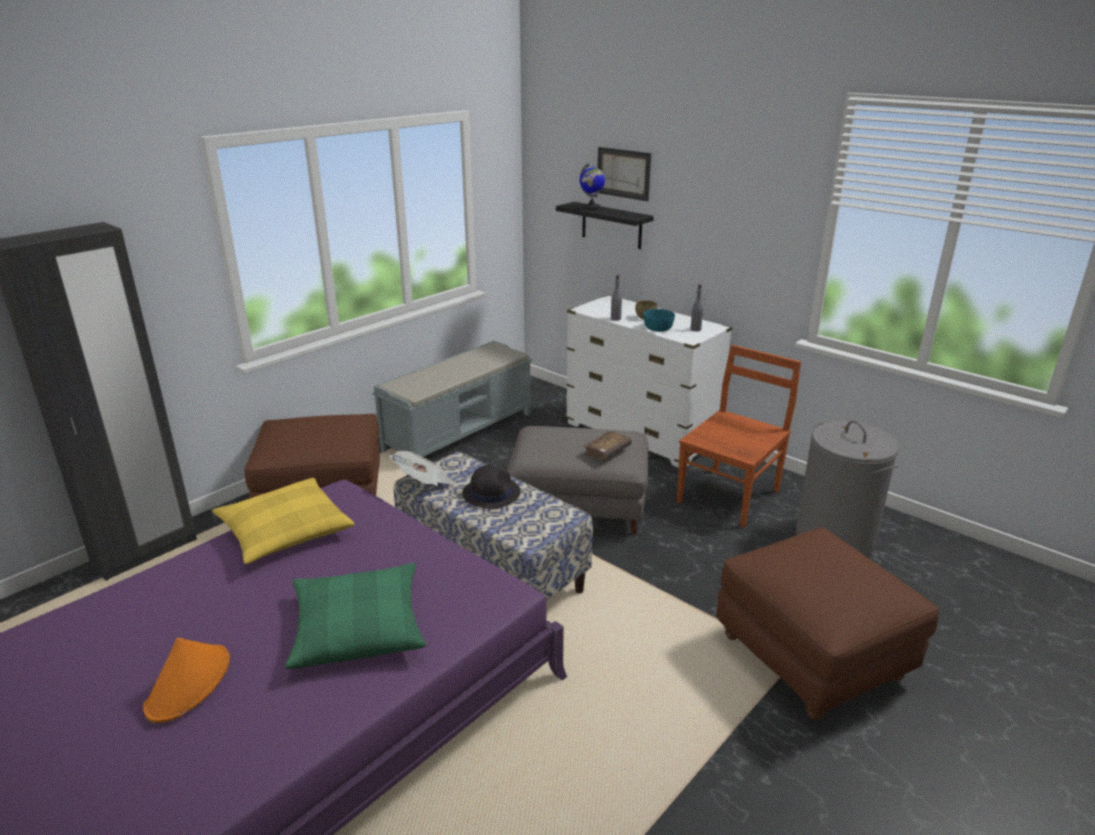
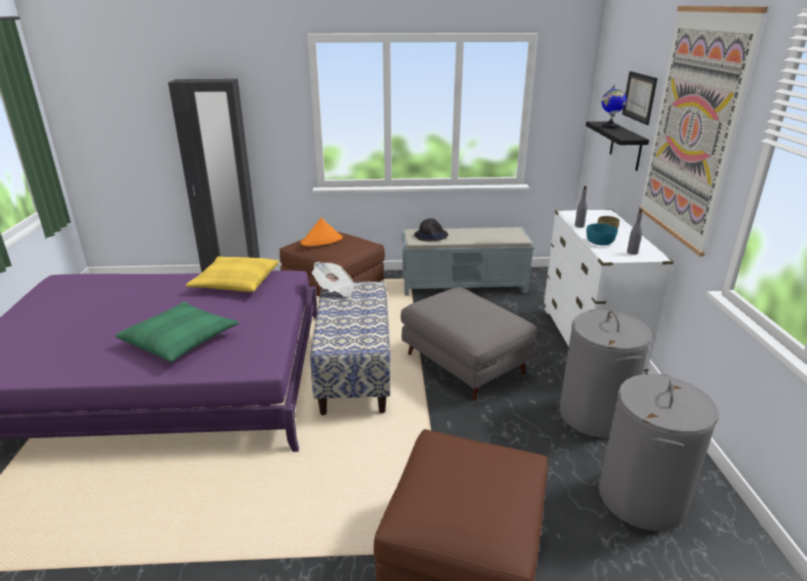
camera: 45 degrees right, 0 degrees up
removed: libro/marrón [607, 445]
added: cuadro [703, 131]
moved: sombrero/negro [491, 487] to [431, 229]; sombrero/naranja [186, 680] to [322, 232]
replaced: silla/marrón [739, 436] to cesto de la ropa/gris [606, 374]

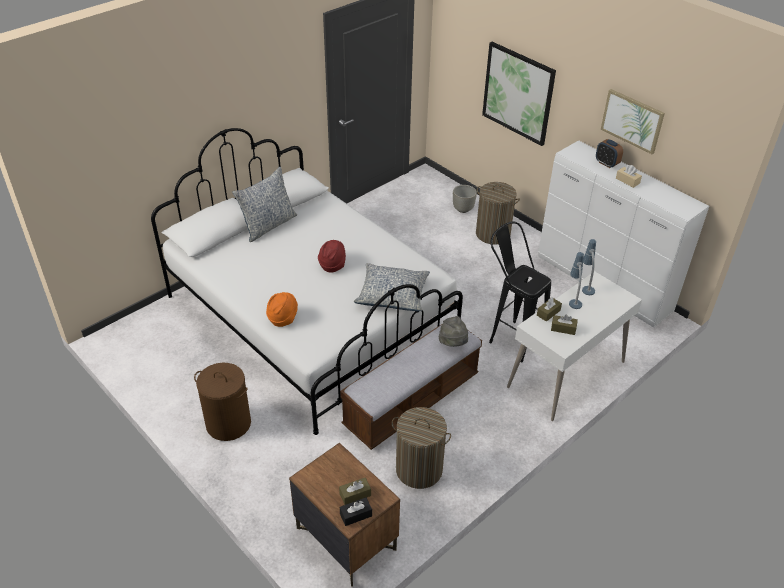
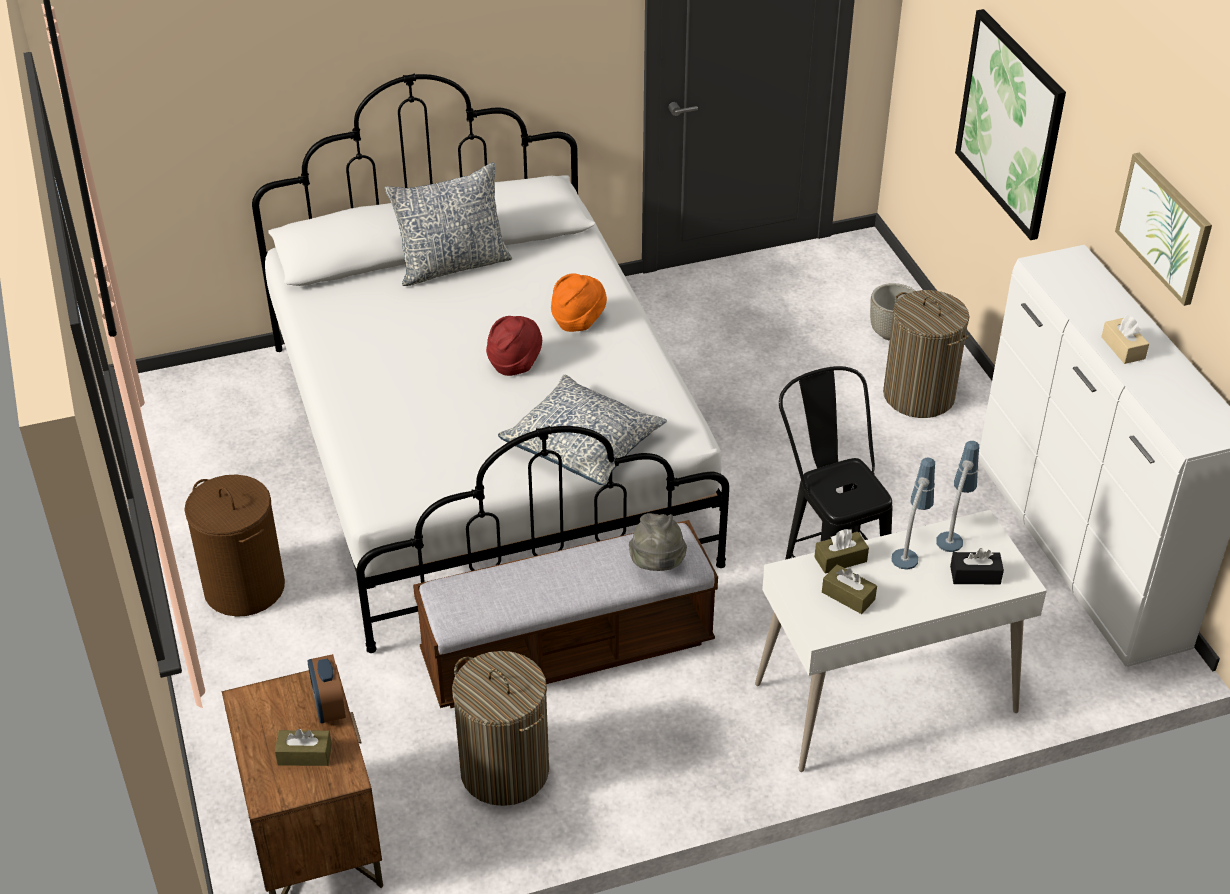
camera: 25 degrees right, 0 degrees up
moved: despertador [609, 153] to [327, 688]; sombrero/naranja [282, 309] to [579, 302]; caja de pañuelos/negro [356, 511] to [977, 566]

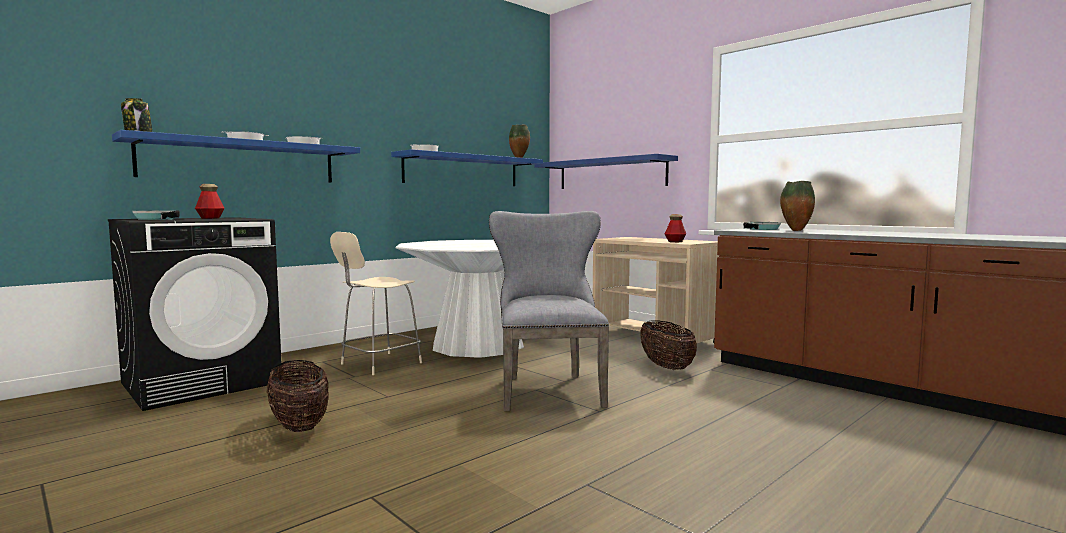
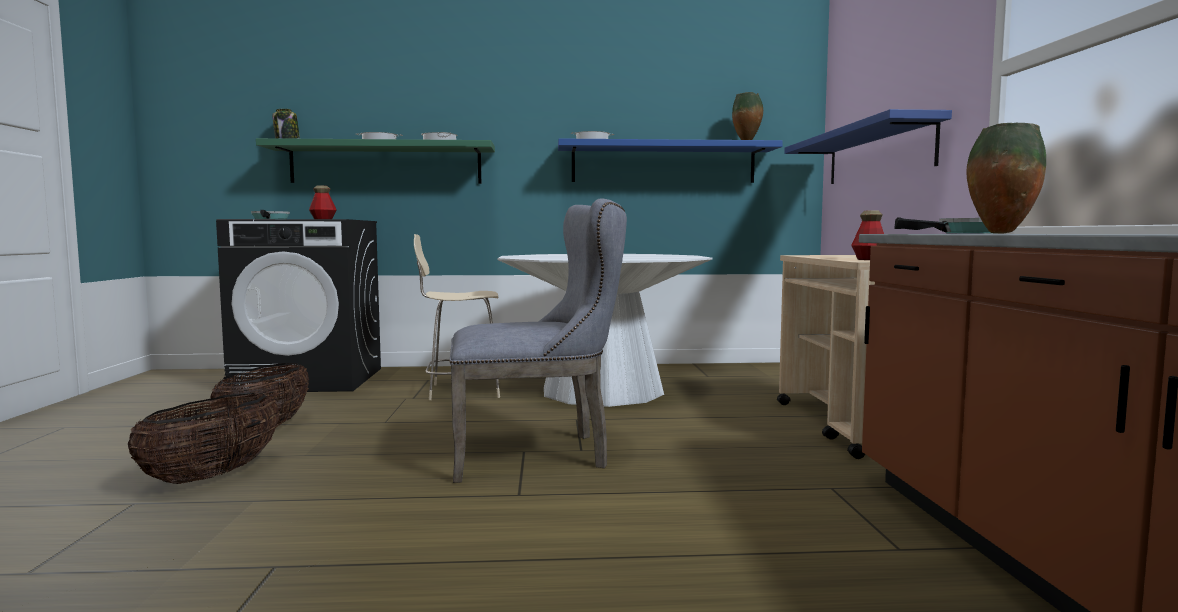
camera: 40 degrees right, 0 degrees up
moved: cesta [668, 345] to [204, 438]
recoloured: estante/azul [236, 156] to estante/verde [375, 161]
turned: silla/gris [549, 311] = [538, 341] 45 degrees clockwise

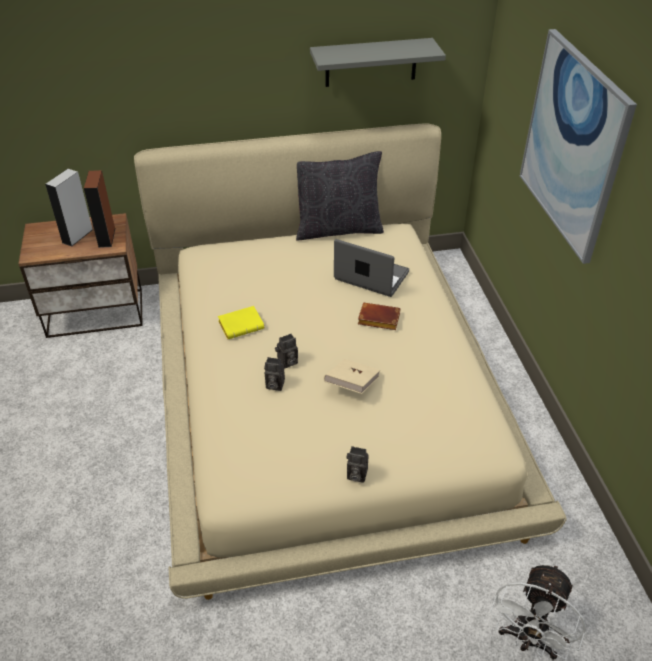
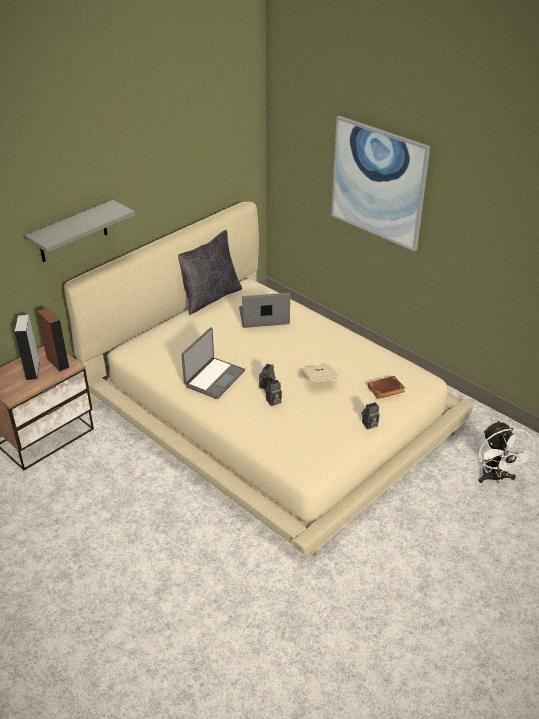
camera: 35 degrees left, 5 degrees down
moved: estante/gris [378, 62] to [80, 231]; libro/marrón [379, 316] to [386, 387]
replaced: libro/amarillo [241, 322] to portátil [213, 363]

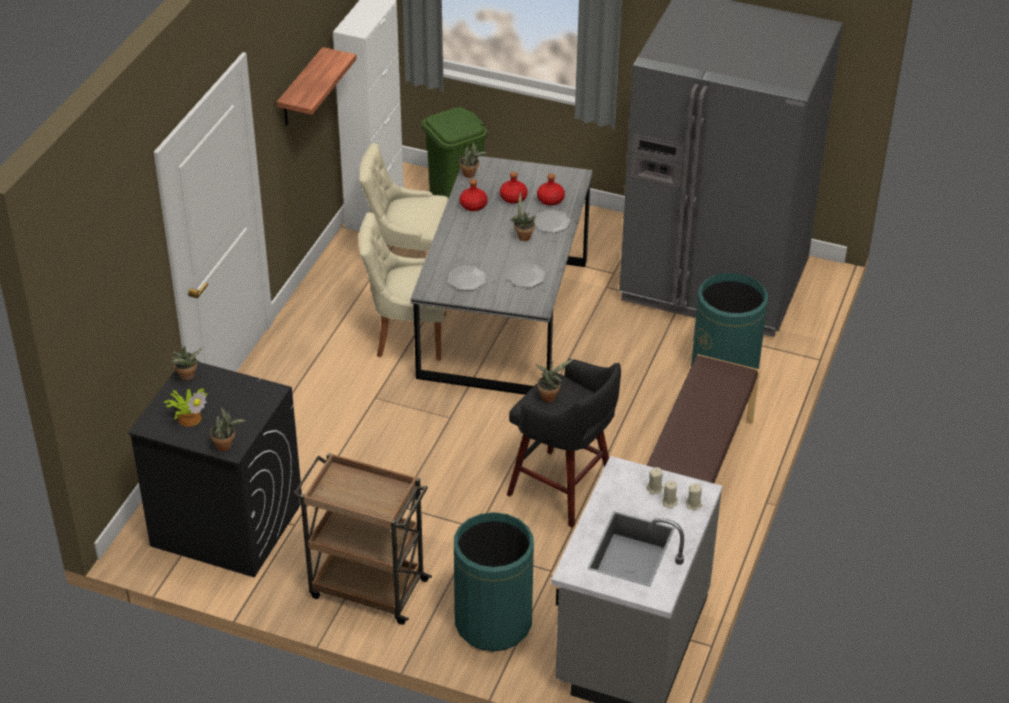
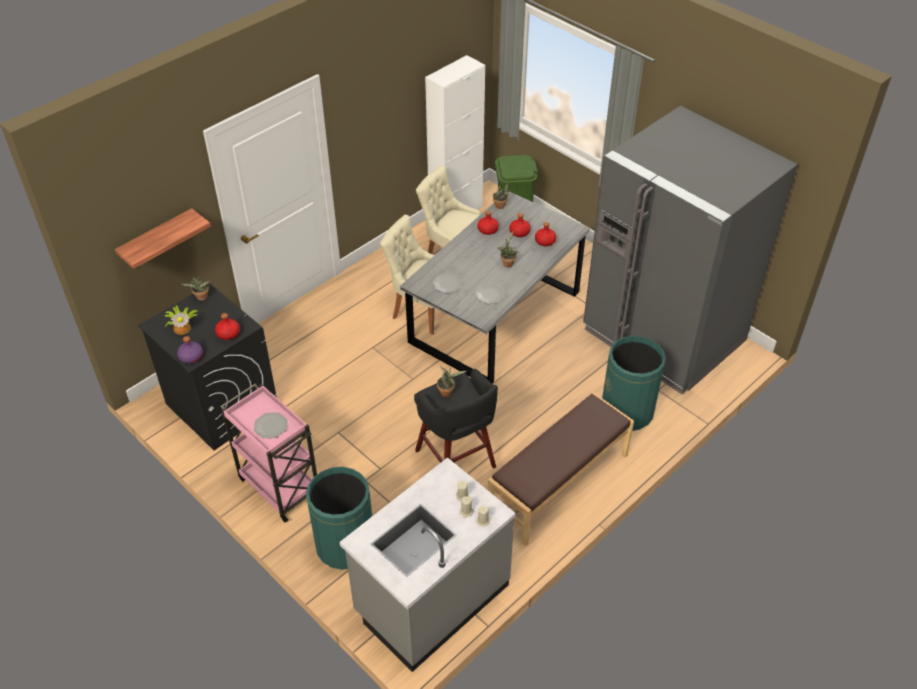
camera: 25 degrees right, 5 degrees up
added: botella/rojo [227, 326]
moved: estante [317, 86] to [163, 238]; plato [552, 221] to [271, 425]
replaced: planta en maceta [228, 429] to botella/morado [190, 350]
recoloured: carrito/marrón [363, 538] to carrito/rosa [268, 453]

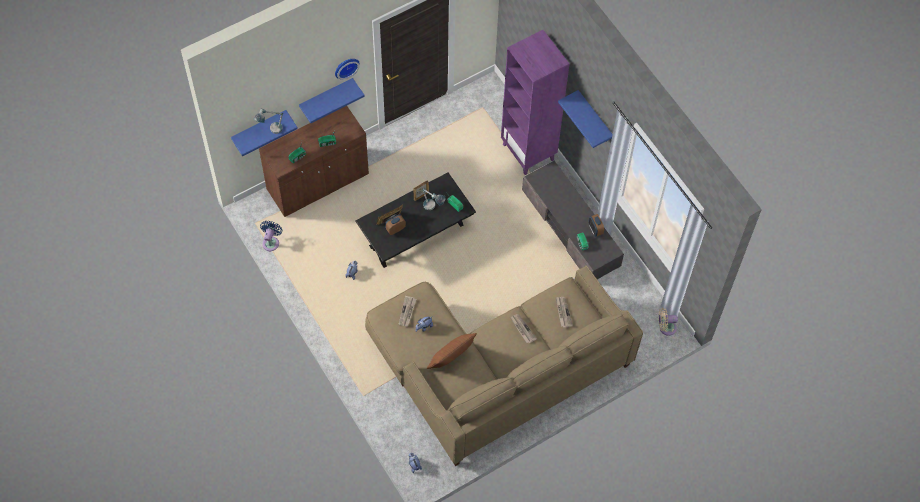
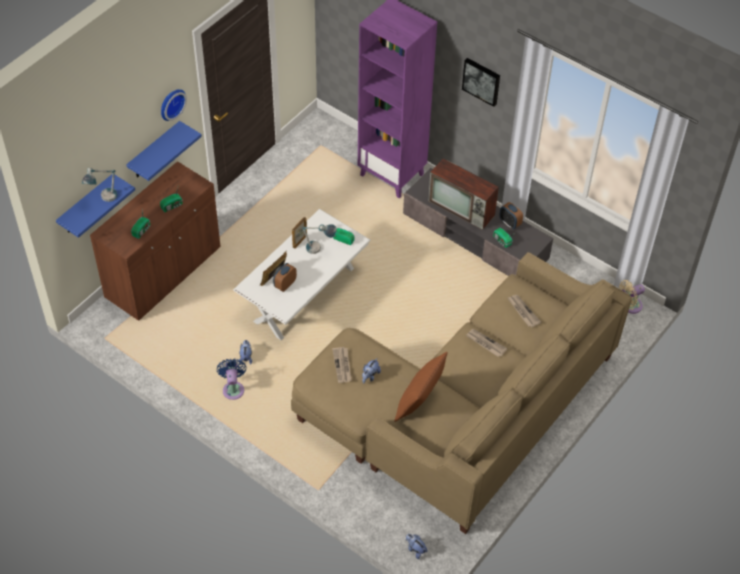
camera: 20 degrees left, 10 degrees down
added: televisor [463, 194]
moved: ventilador/azul [271, 236] to [231, 379]
replaced: estante/azul [585, 119] to cuadro [481, 82]
recoloured: mesa de centro/negro [415, 220] to mesa de centro/blanco [302, 274]

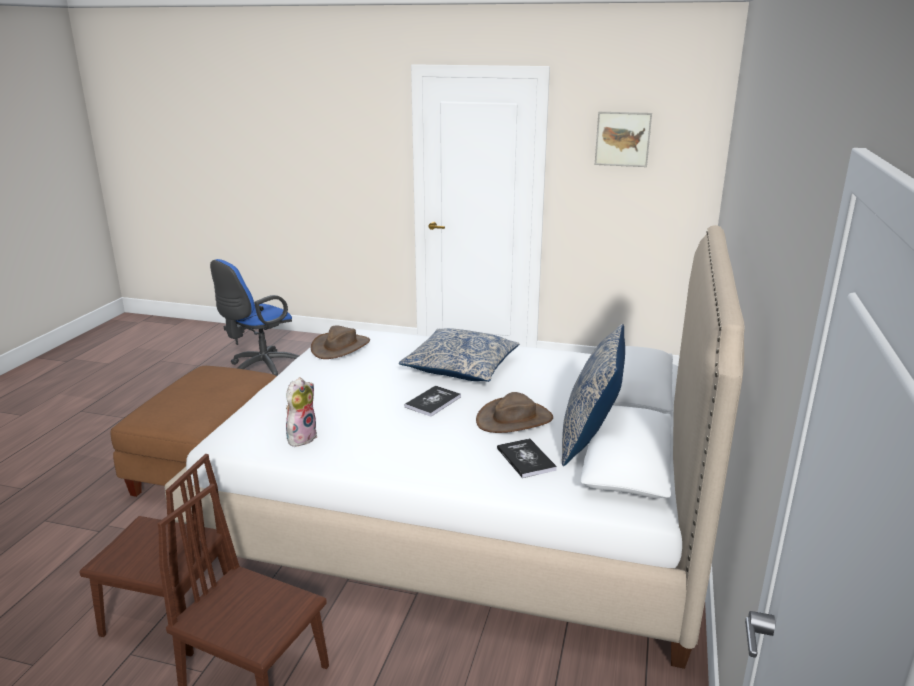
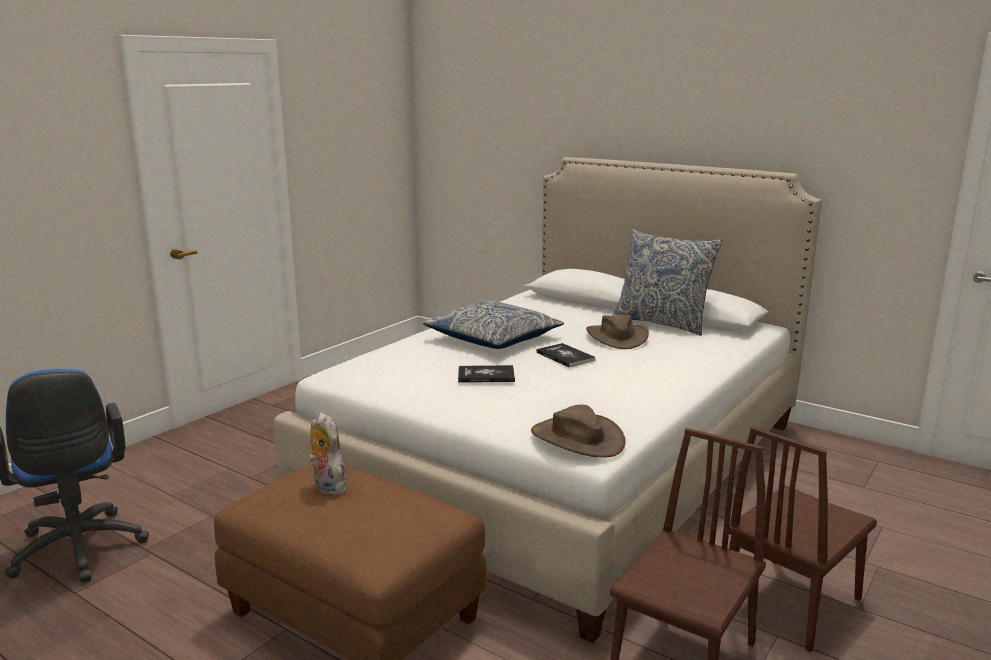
camera: 70 degrees left, 5 degrees down
removed: cuadro [623, 139]
moved: sombrero/marrón [340, 342] to [578, 431]; peluche [301, 412] to [328, 454]; libro [527, 458] to [486, 374]

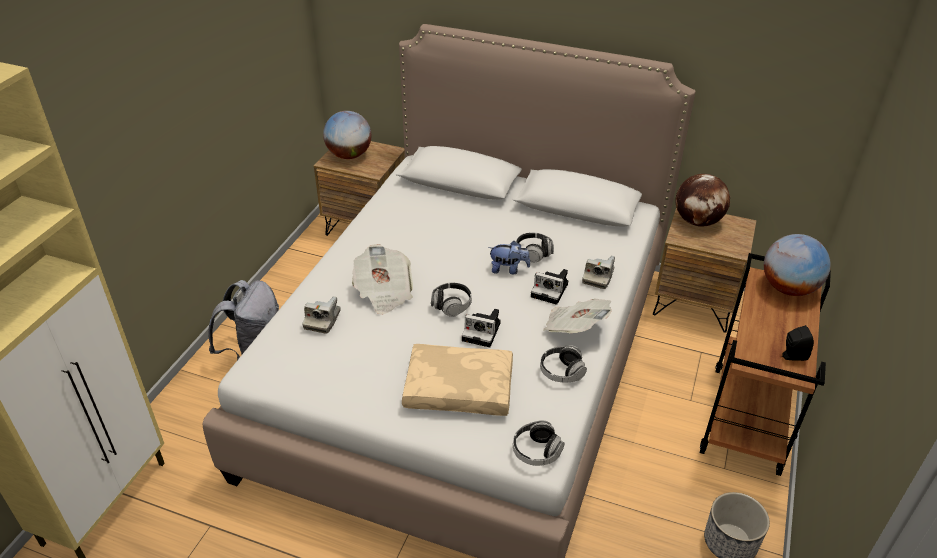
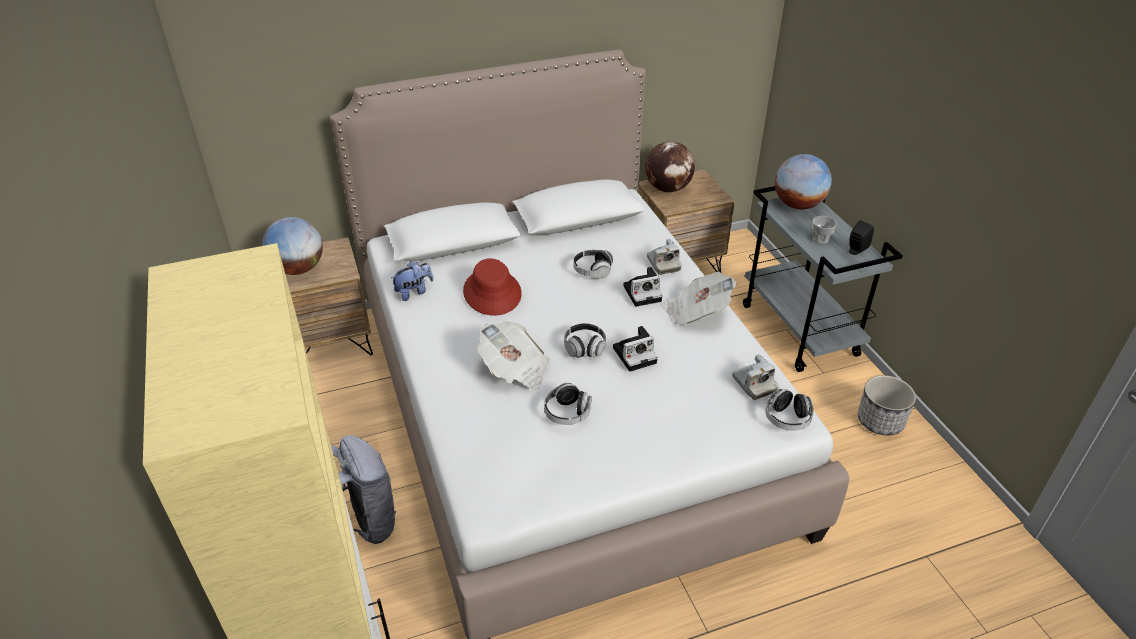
camera: 40 degrees left, 0 degrees up
removed: cojín/beis [457, 380]
added: taza [824, 230]; sombrero/rojo [492, 287]
moved: peluche [509, 257] to [412, 281]; cámara [322, 315] to [755, 377]; auriculares [563, 364] to [568, 404]
recoloured: carrito/marrón [765, 364] to carrito/gris [823, 279]

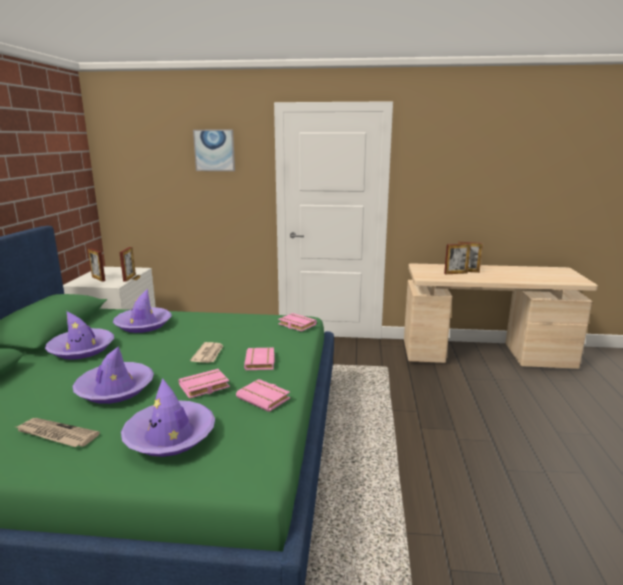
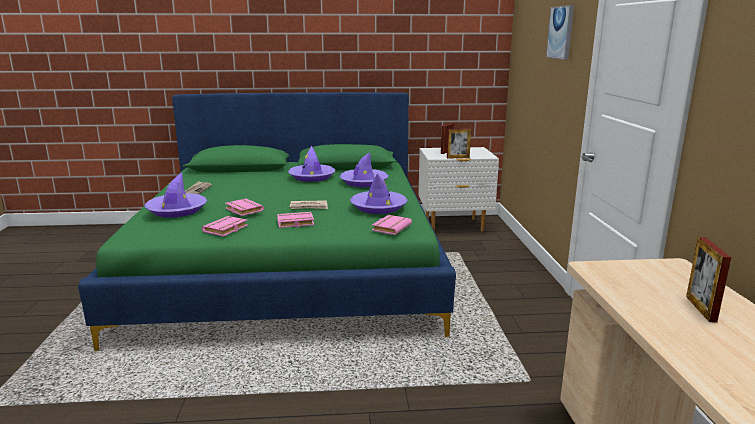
camera: 80 degrees right, 0 degrees up
removed: portarretratos [457, 259]
moved: sombrero/morado [113, 375] to [378, 194]

